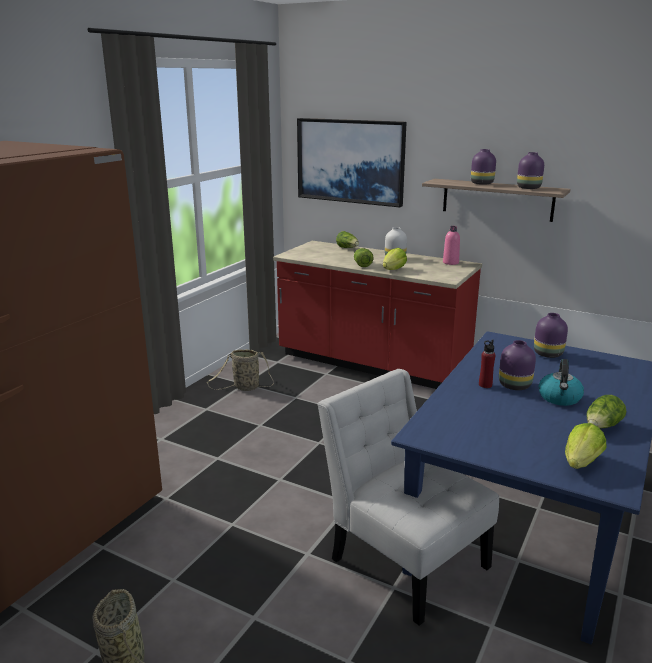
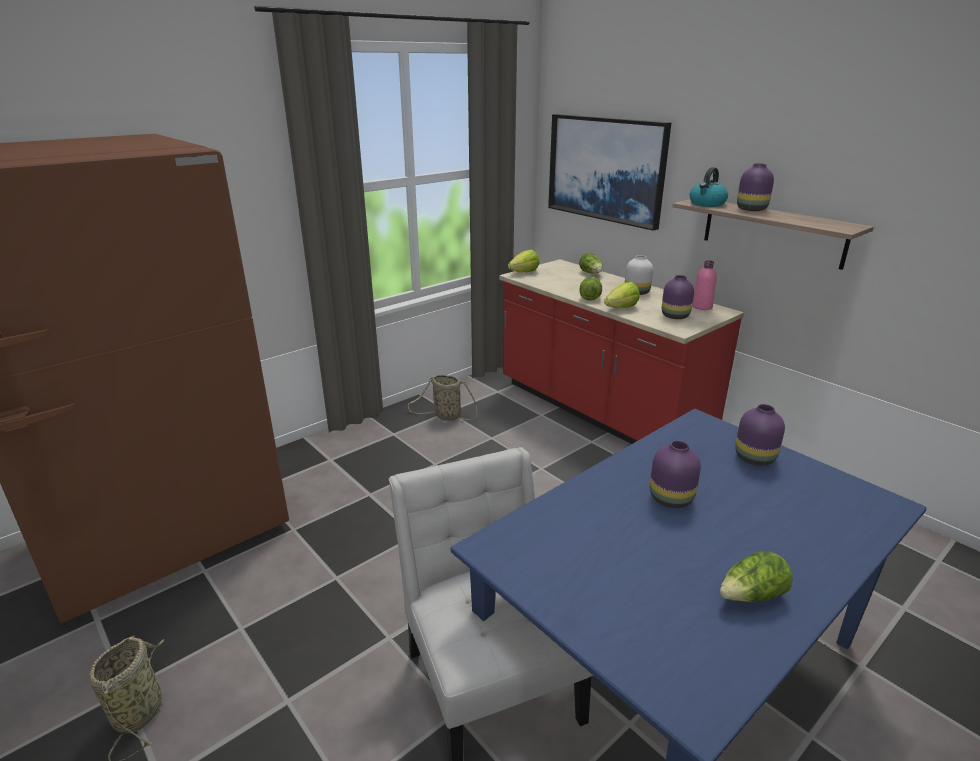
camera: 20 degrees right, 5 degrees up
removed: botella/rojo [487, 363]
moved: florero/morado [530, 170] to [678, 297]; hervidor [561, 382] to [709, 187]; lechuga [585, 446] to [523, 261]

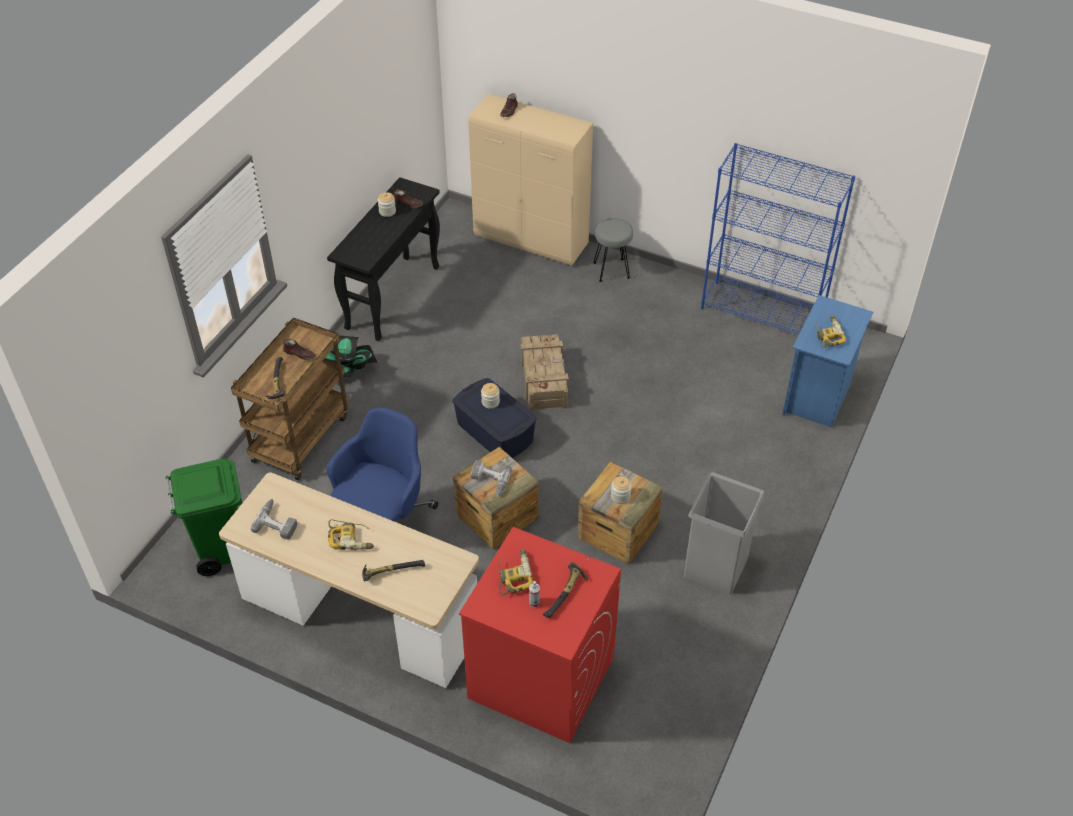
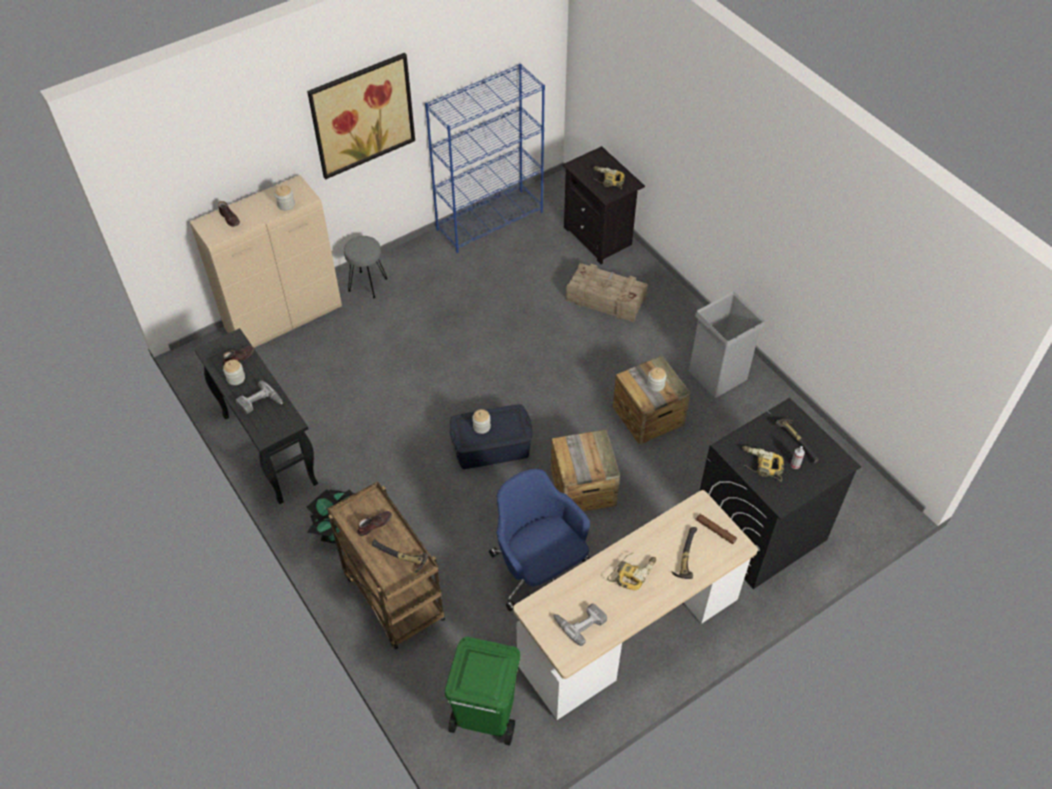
camera: 60 degrees left, 5 degrees up
added: cuadro [361, 116]; tarro [285, 198]; linterna/marrón [716, 529]
moved: caja de embalaje [545, 372] to [607, 292]; taladro [491, 478] to [259, 397]
recoloured: mesita de noche/azul [827, 361] to mesita de noche/negro [604, 205]; lavadora/rojo [540, 635] to lavadora/negro [780, 493]

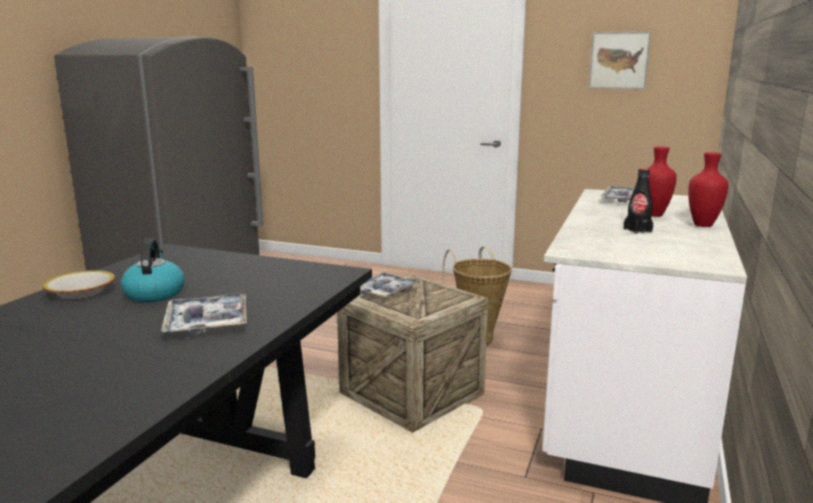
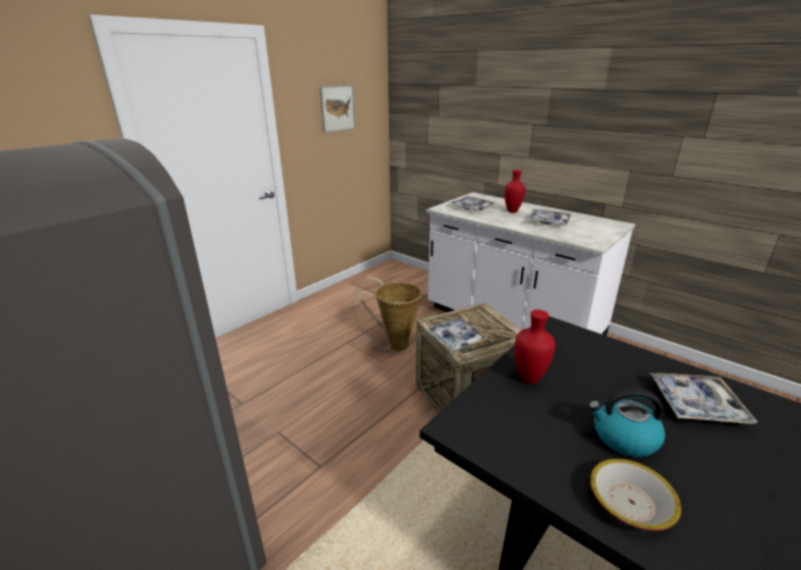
camera: 70 degrees left, 10 degrees up
moved: florero/rojo [708, 189] to [535, 347]
replaced: botella/negro [638, 201] to bandeja [550, 217]

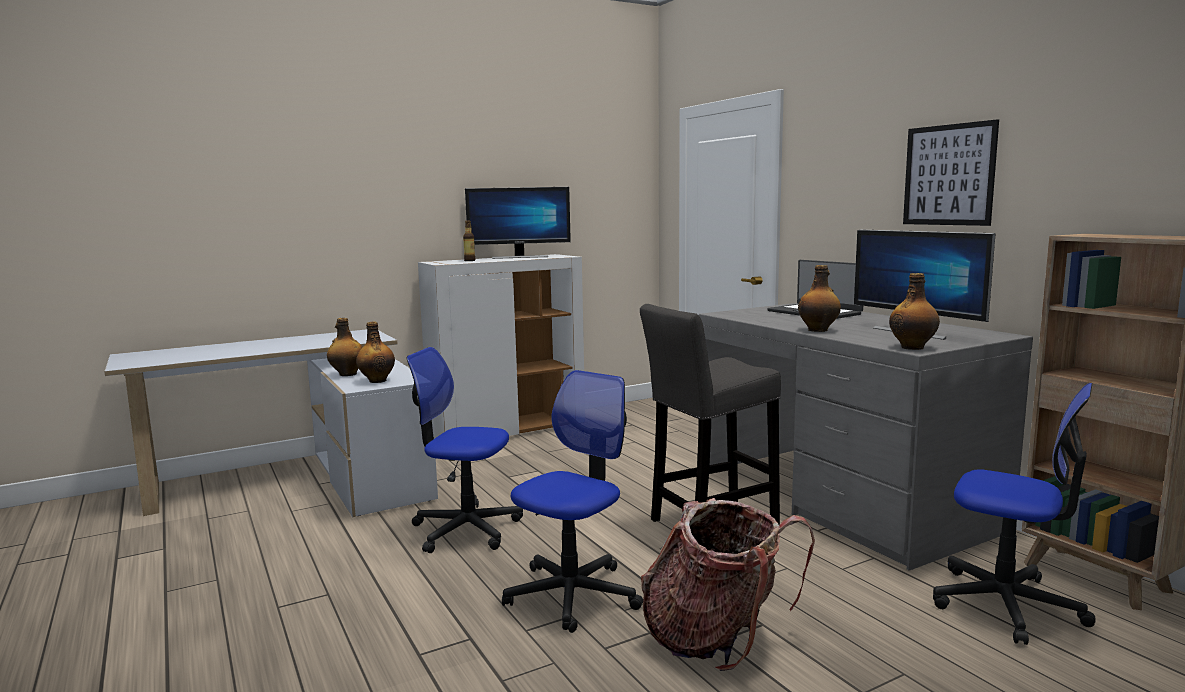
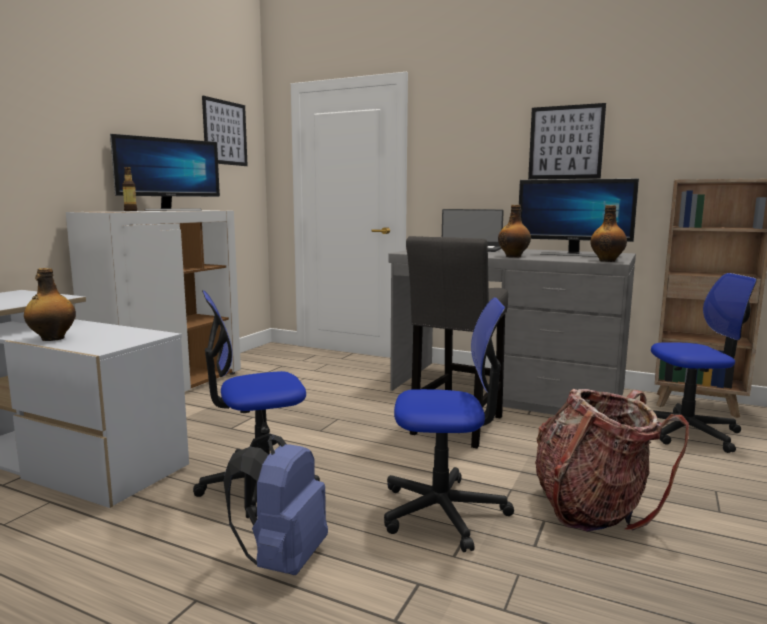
camera: 35 degrees left, 0 degrees up
removed: botella [375, 352]
added: cuadro [225, 131]; mochila/azul [275, 504]
turned: silla de oficina [572, 501] = [449, 425] 90 degrees clockwise

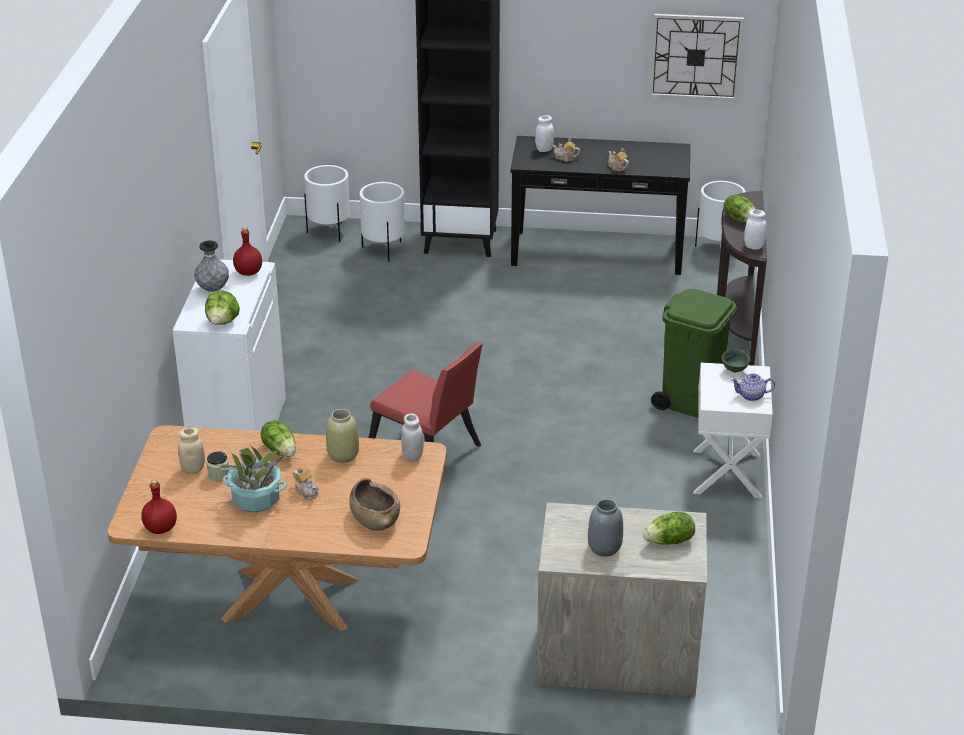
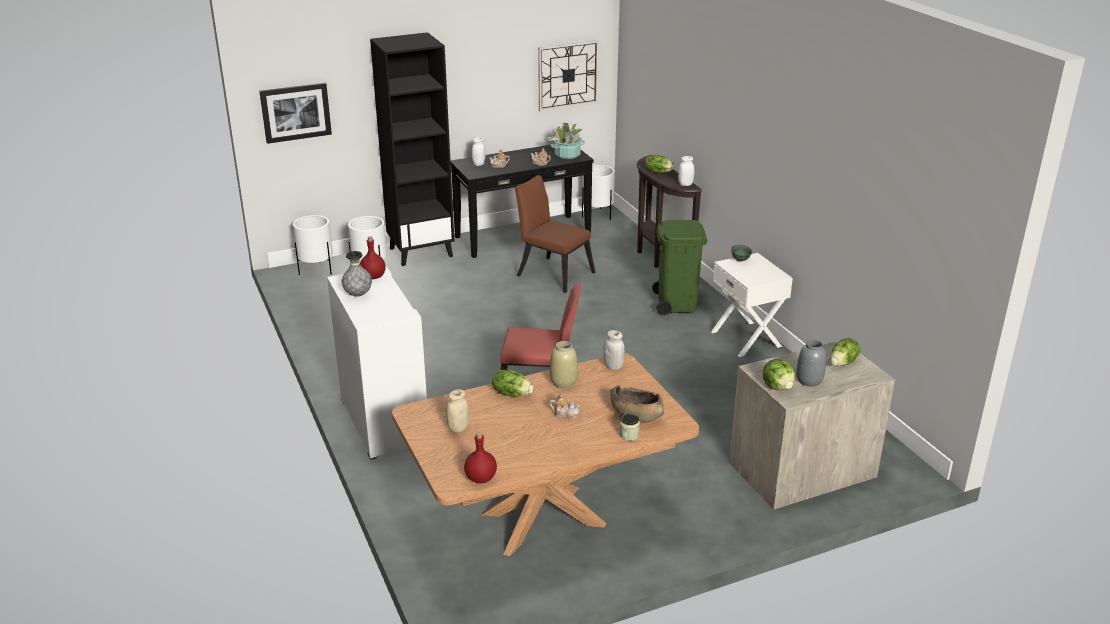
camera: 30 degrees left, 5 degrees down
removed: tetera [753, 387]
added: cuadro [295, 113]; silla/marrón [555, 234]
moved: lechuga [222, 308] to [779, 374]; planta en maceta [252, 479] to [566, 141]; tarro [218, 466] to [630, 427]

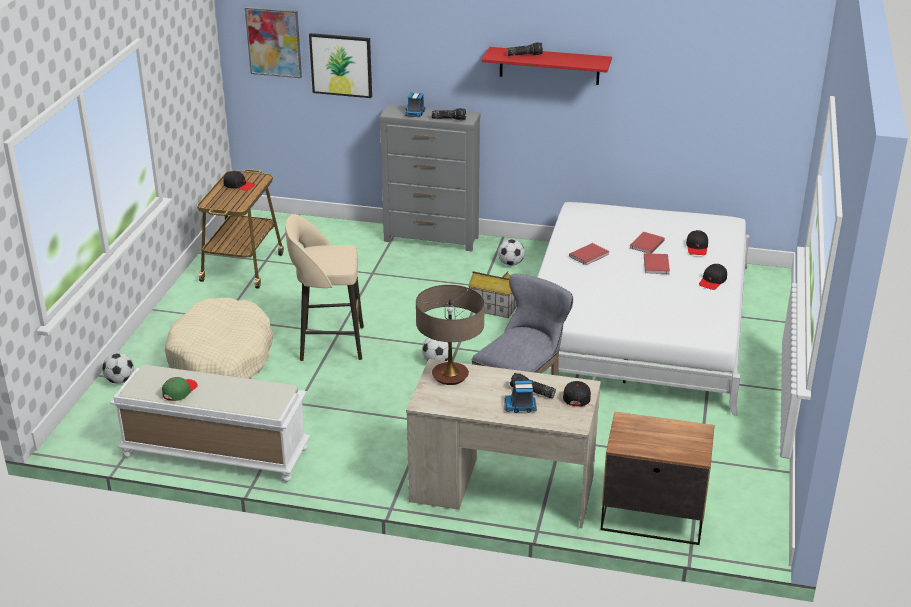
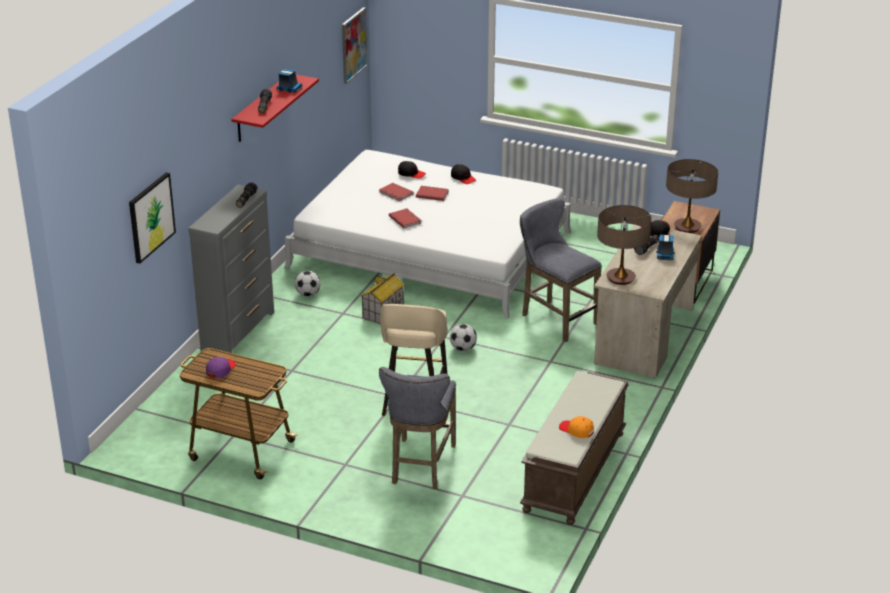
camera: 80 degrees left, 0 degrees up
removed: balón de fútbol [118, 368]
added: lámpara de mesa [692, 196]
moved: cuadro [273, 42] to [354, 45]; camión de juguete [415, 105] to [289, 81]
replaced: cama para perro/beis [219, 338] to taburete/gris [417, 428]
recoloured: gorra/negro [239, 181] to gorra/morado [221, 367]; banco/blanco [210, 423] to banco/marrón [574, 448]; gorra/verde [180, 389] to gorra/naranja [576, 427]

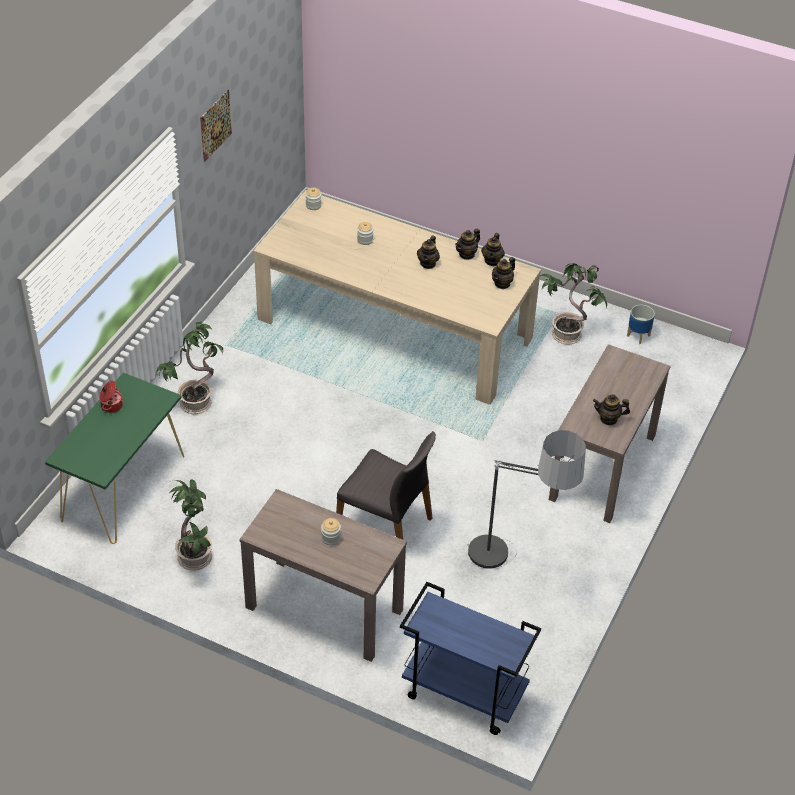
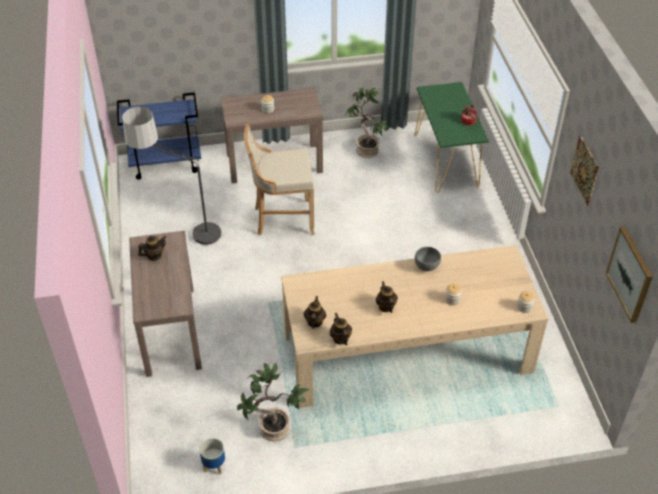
camera: 145 degrees right, 0 degrees up
removed: tetera [467, 244]; planta en maceta [189, 367]
added: cuadro [629, 274]; cuenco/gris [428, 259]
replaced: silla/gris [386, 485] to taburete/beis [279, 180]

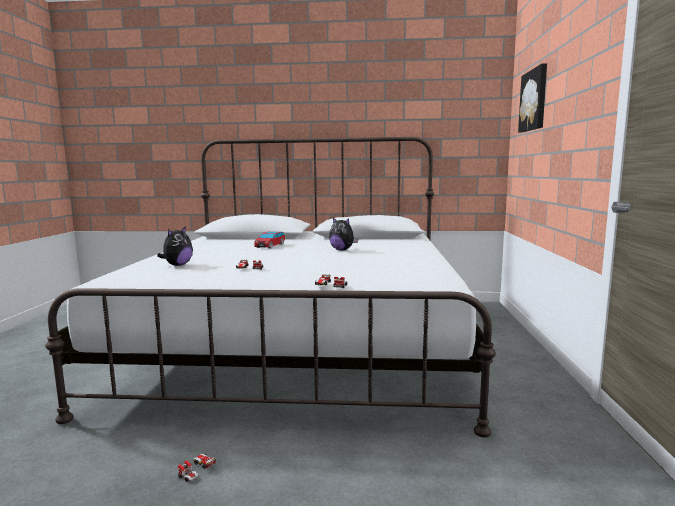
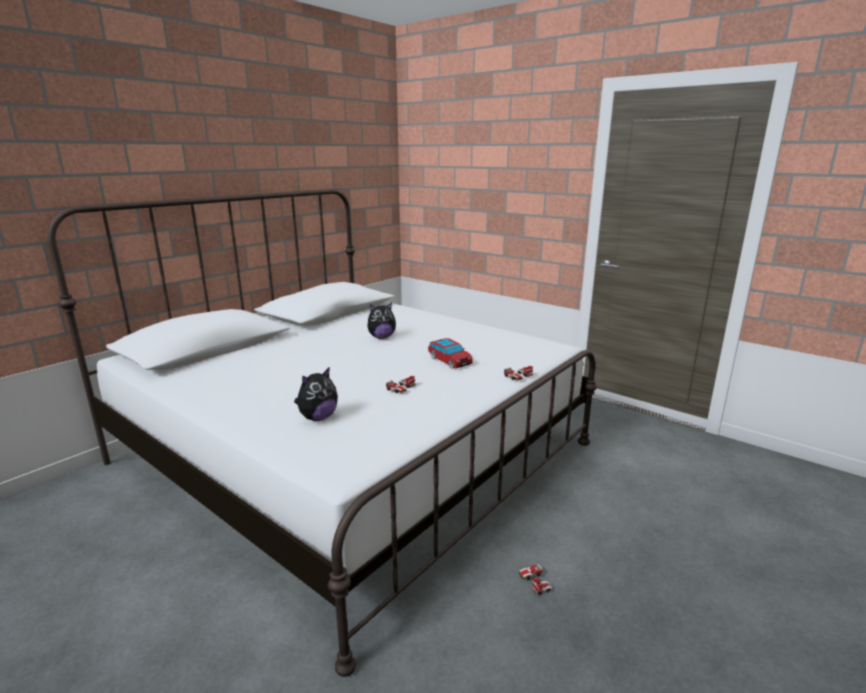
camera: 55 degrees left, 10 degrees up
removed: cuadro [532, 98]
moved: coche de juguete [269, 240] to [450, 353]
turned: peluche [175, 246] = [316, 394] 75 degrees clockwise

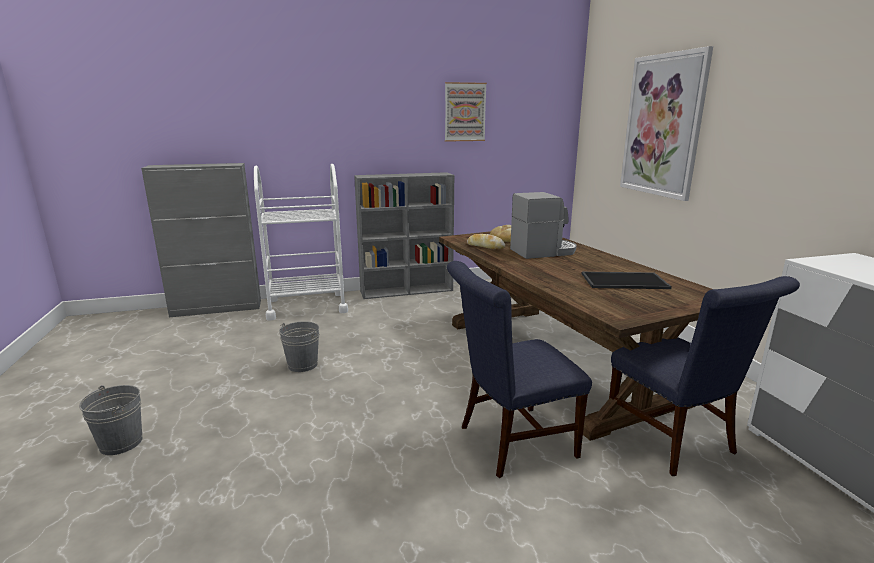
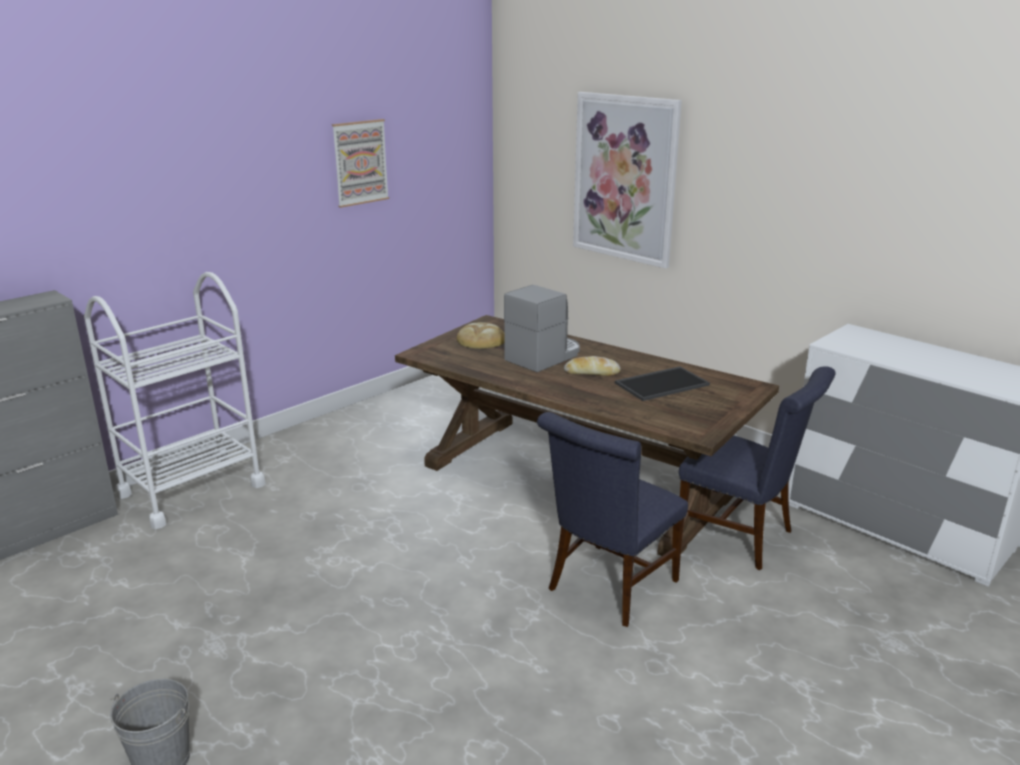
camera: 30 degrees left, 5 degrees up
removed: estantería/gris [404, 235]; cubo/gris [299, 346]
moved: pan [486, 241] to [592, 366]

